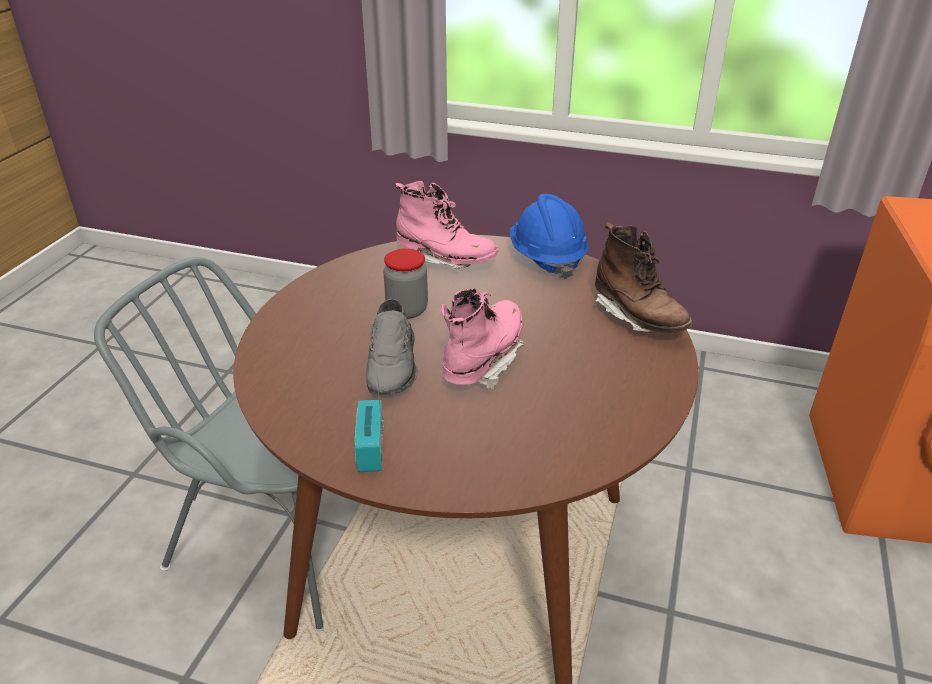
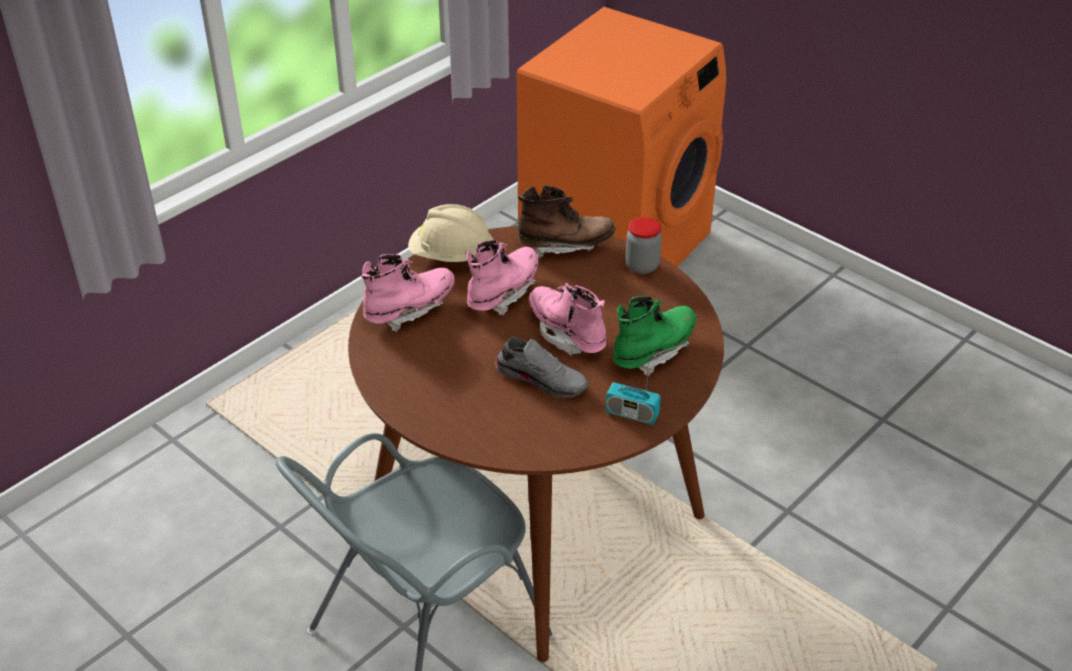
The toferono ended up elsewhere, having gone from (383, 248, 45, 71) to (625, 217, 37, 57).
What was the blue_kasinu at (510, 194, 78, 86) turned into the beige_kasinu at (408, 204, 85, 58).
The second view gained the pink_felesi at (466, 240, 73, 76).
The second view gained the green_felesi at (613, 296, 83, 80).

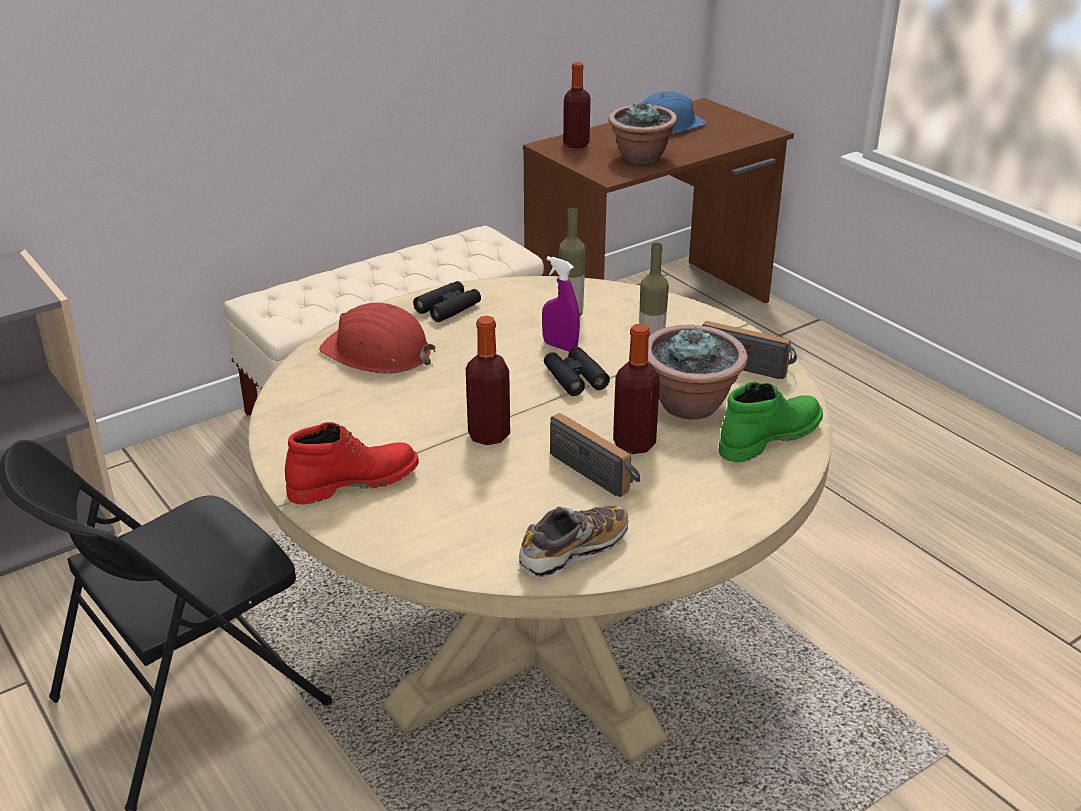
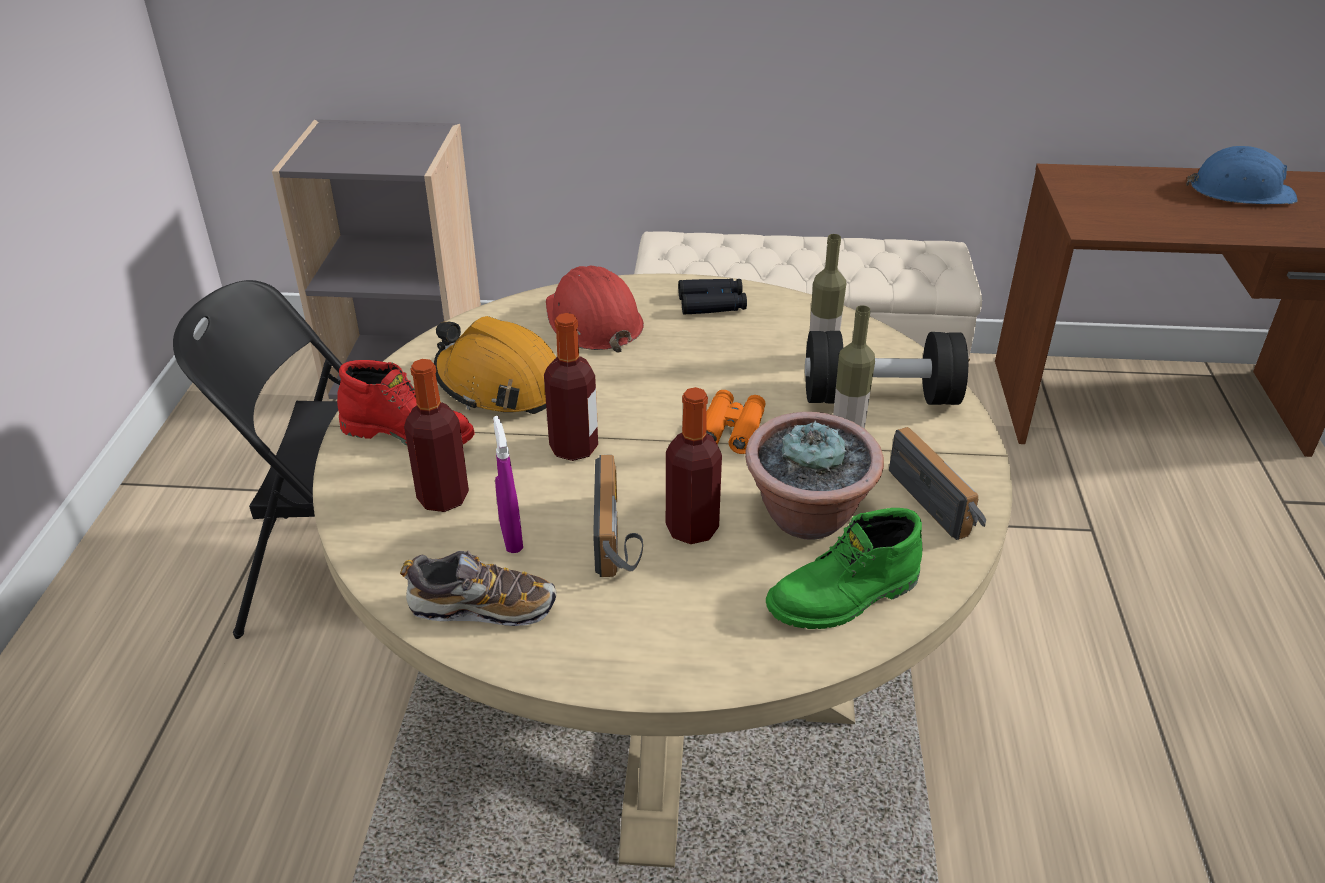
The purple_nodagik ended up elsewhere, having gone from (542, 256, 38, 96) to (493, 416, 30, 137).
What was the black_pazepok at (544, 347, 66, 49) turned into the orange_pazepok at (706, 390, 60, 64).
The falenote ended up elsewhere, having gone from (563, 62, 28, 87) to (404, 359, 65, 153).
The second view lost the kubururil at (608, 102, 70, 62).
The green_felesi at (719, 382, 104, 80) ended up facing another way, 150 degrees clockwise from before.
The second view gained the orange_kasinu at (434, 316, 122, 98).
The second view gained the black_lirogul at (805, 331, 163, 74).

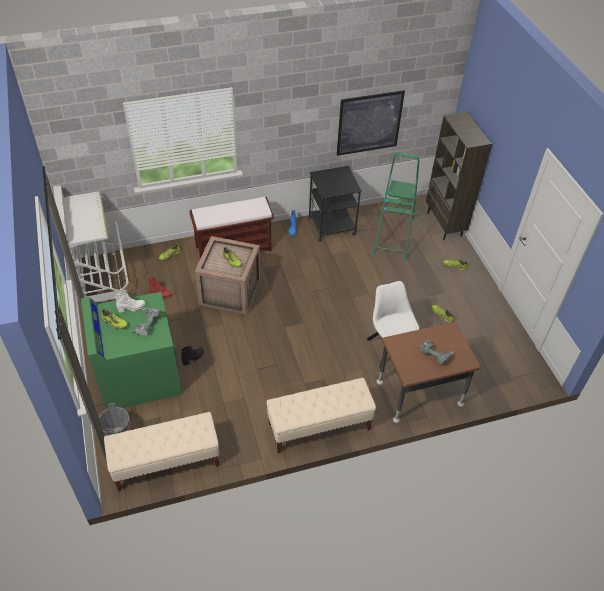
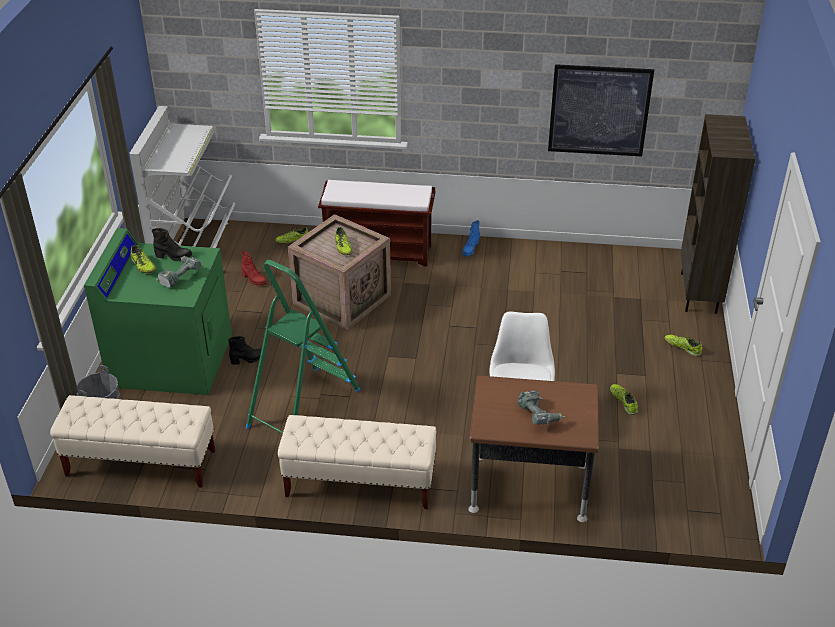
What was the white_felesi at (115, 292, 31, 21) turned into the black_felesi at (152, 228, 40, 33).
The second view lost the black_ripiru at (309, 166, 53, 75).
The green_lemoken ended up elsewhere, having gone from (372, 153, 48, 108) to (246, 260, 114, 174).

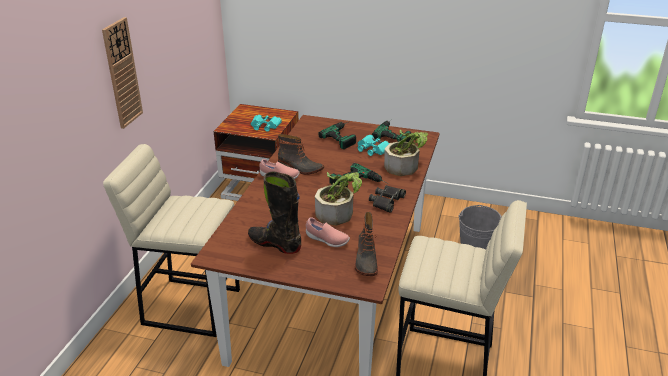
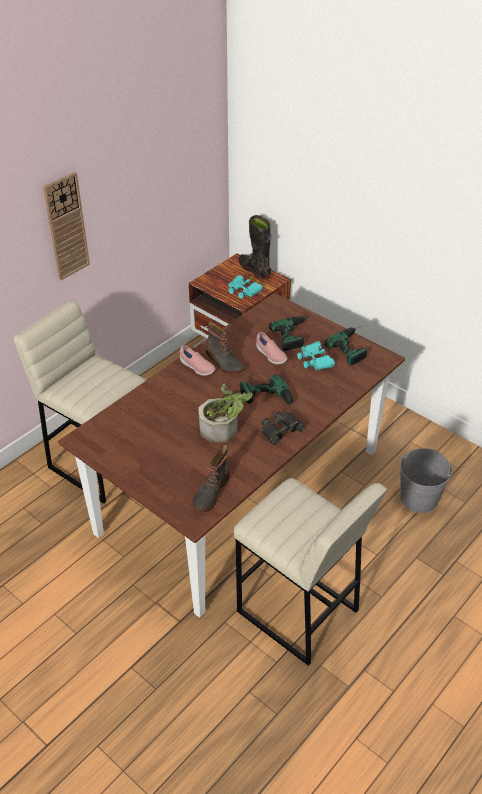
The black_felesi ended up elsewhere, having gone from (248, 171, 53, 83) to (239, 215, 32, 65).
The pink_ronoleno ended up elsewhere, having gone from (306, 217, 44, 30) to (256, 332, 32, 32).
The second view lost the kubururil at (384, 130, 44, 46).

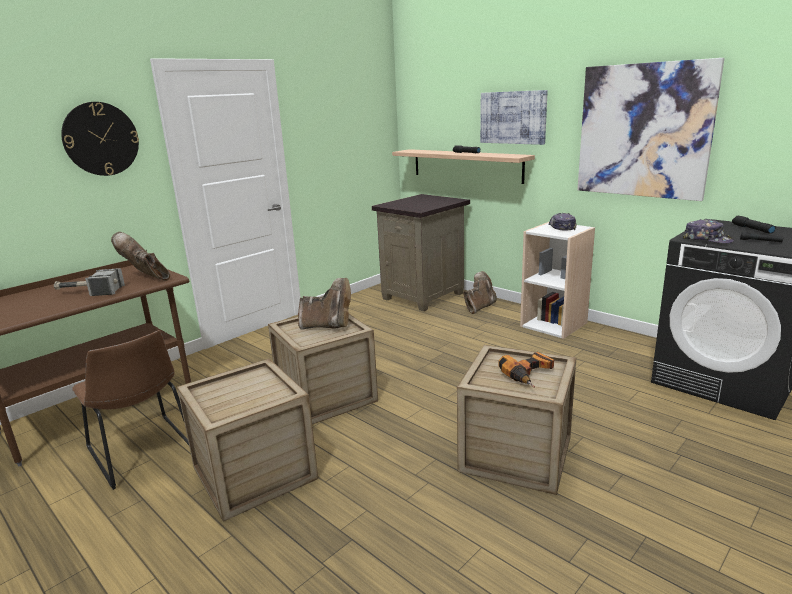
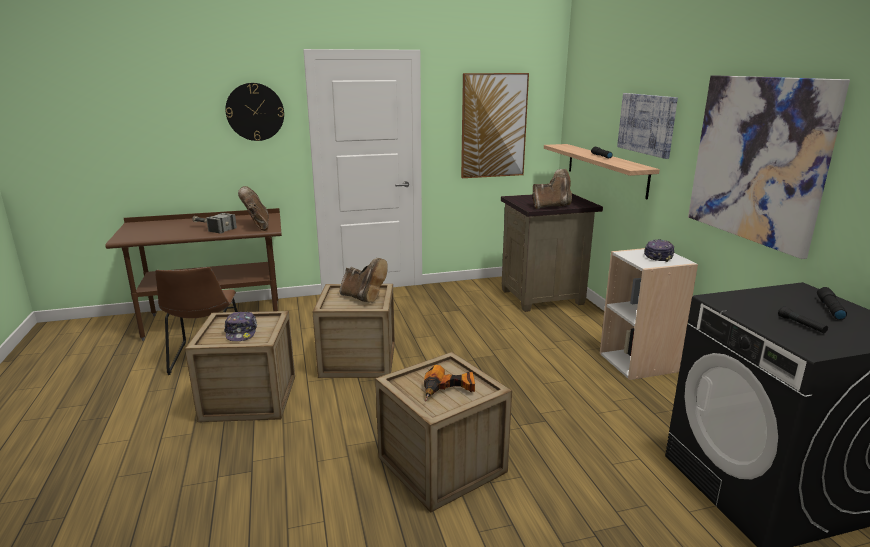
The brown_felesi ended up elsewhere, having gone from (463, 271, 34, 43) to (533, 169, 39, 40).
The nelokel ended up elsewhere, having gone from (683, 219, 51, 25) to (224, 312, 33, 29).
The second view gained the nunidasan at (461, 73, 68, 105).

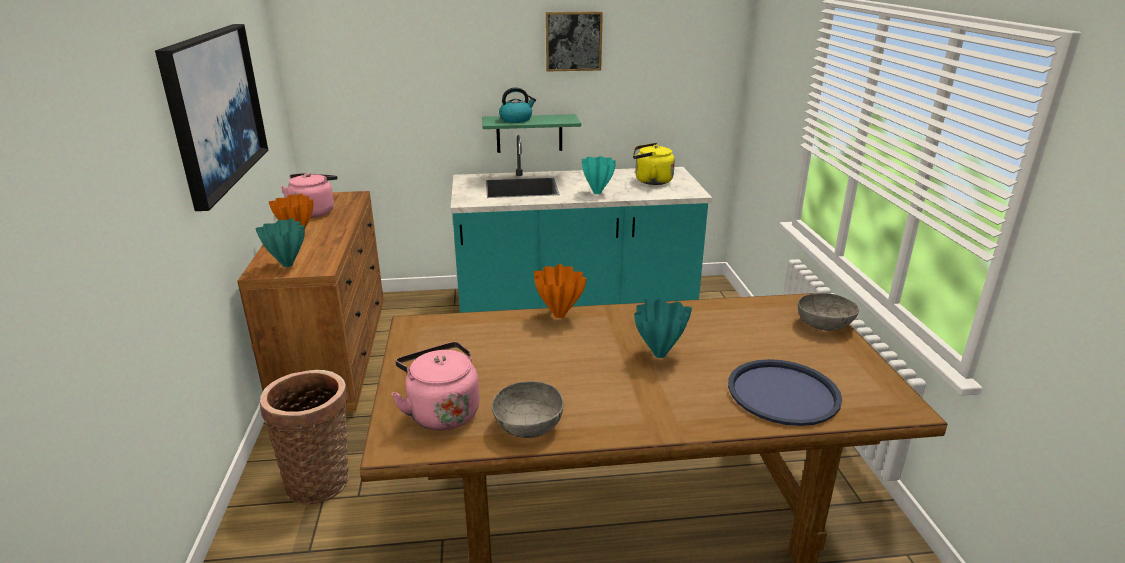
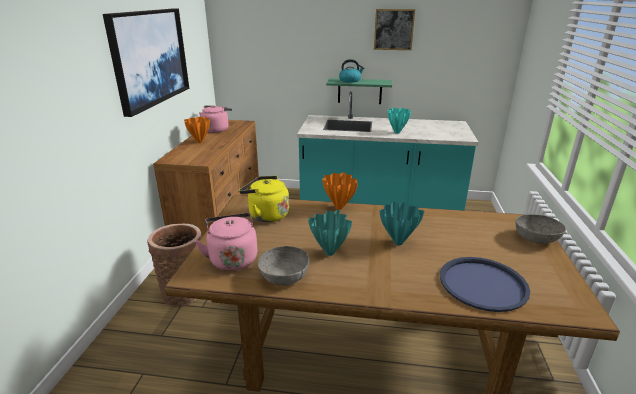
The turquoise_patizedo ended up elsewhere, having gone from (255, 218, 50, 49) to (308, 210, 44, 46).
The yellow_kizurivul ended up elsewhere, having gone from (633, 143, 42, 42) to (239, 176, 50, 46).

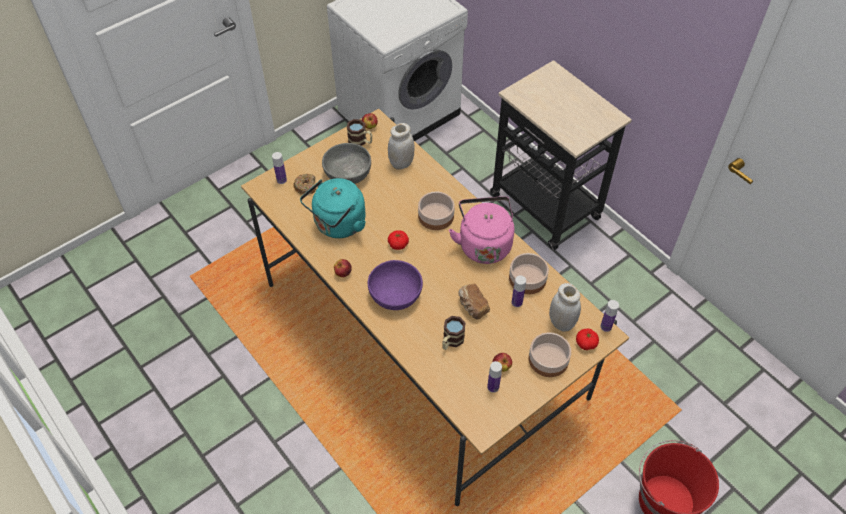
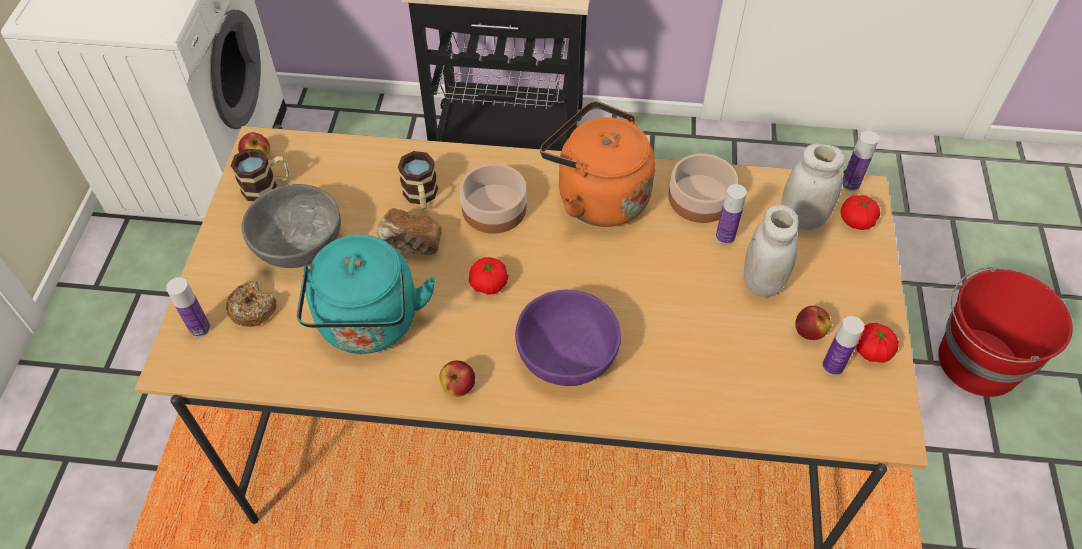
The white_toferono ended up elsewhere, having gone from (388, 123, 26, 47) to (744, 205, 55, 92).
The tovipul ended up elsewhere, having gone from (442, 316, 24, 34) to (398, 151, 40, 58).
What was the pink_kizurivul at (449, 196, 65, 68) turned into the orange_kizurivul at (540, 101, 115, 126).
The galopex ended up elsewhere, having gone from (458, 284, 32, 35) to (377, 208, 65, 47).
The second view lost the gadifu at (529, 332, 42, 45).
The second view gained the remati at (856, 323, 43, 40).

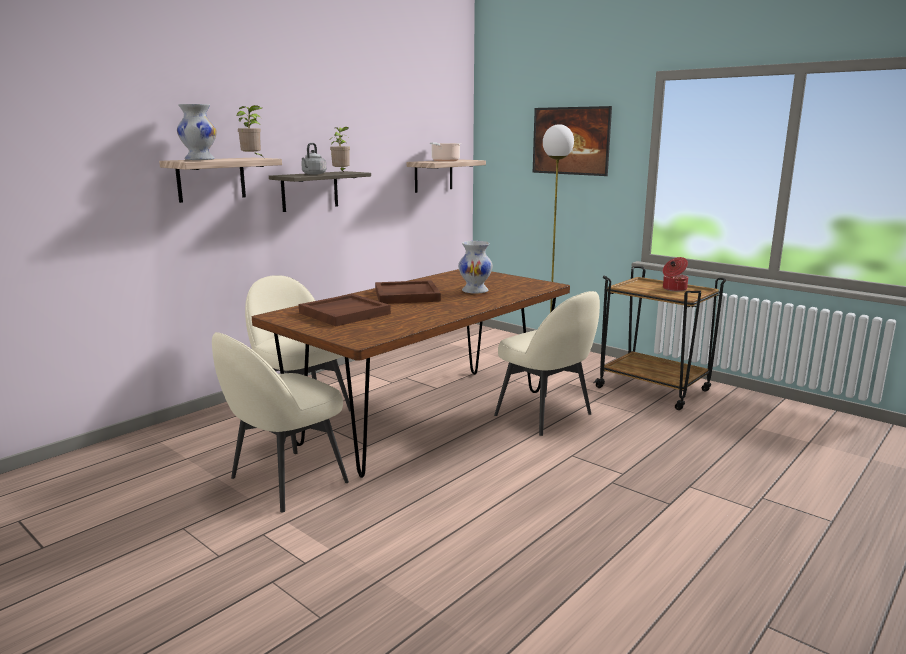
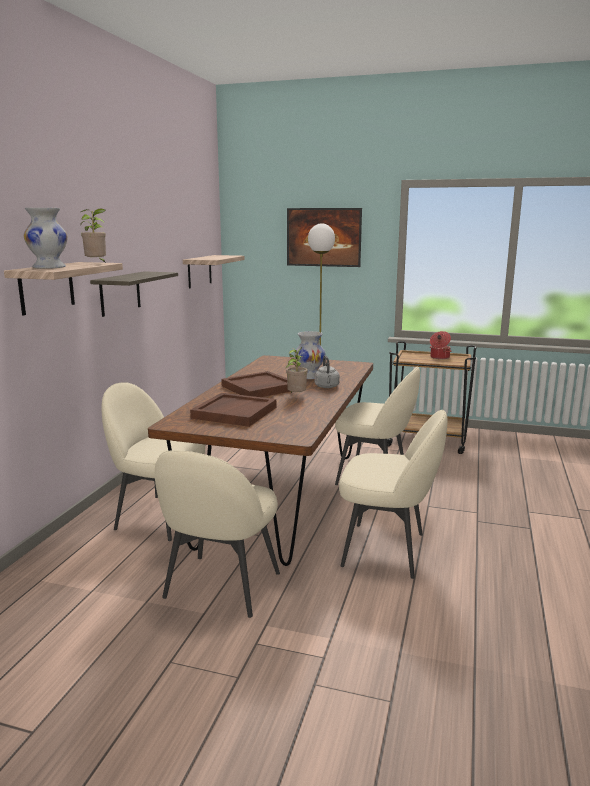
The grey_kizurivul ended up elsewhere, having gone from (301, 143, 25, 32) to (315, 356, 25, 32).
The kubururil ended up elsewhere, having gone from (329, 127, 21, 45) to (286, 347, 22, 46).
The second view lost the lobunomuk at (430, 142, 31, 19).
The second view gained the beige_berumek at (339, 410, 109, 169).

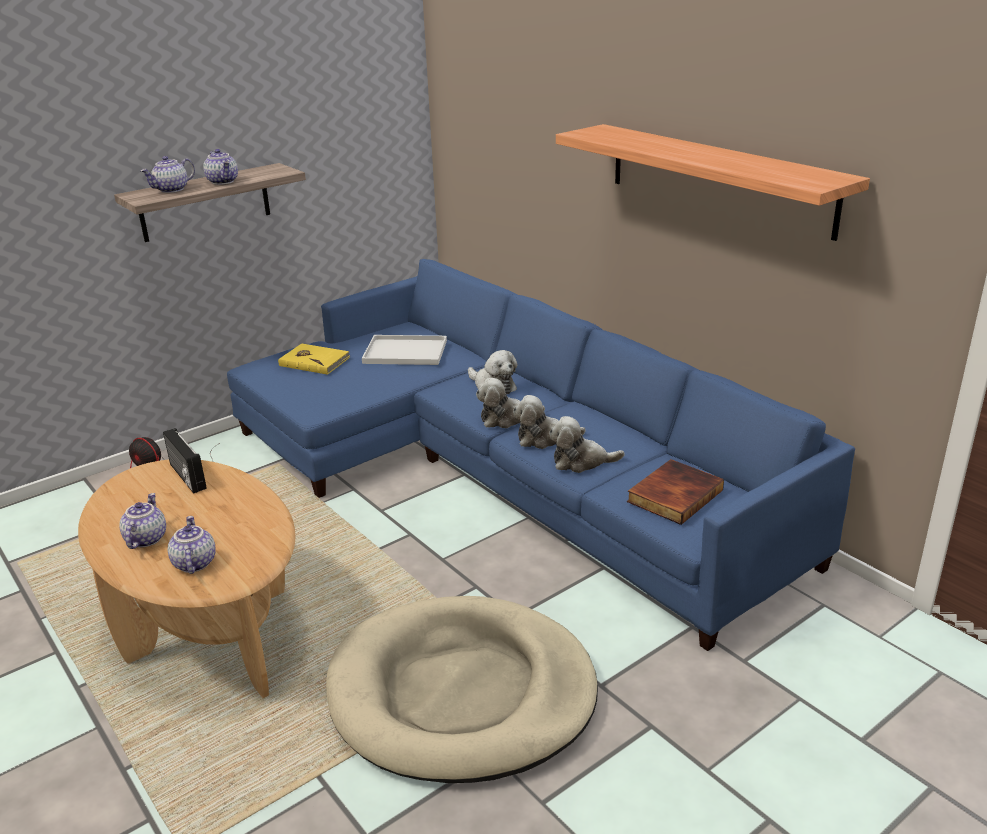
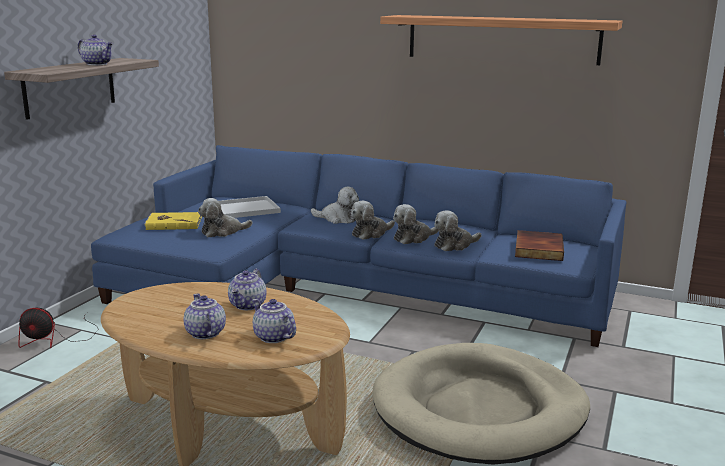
The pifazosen ended up elsewhere, having gone from (141, 156, 54, 37) to (228, 269, 38, 41).
The second view lost the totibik at (163, 428, 44, 66).
The second view gained the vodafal at (198, 198, 54, 39).

